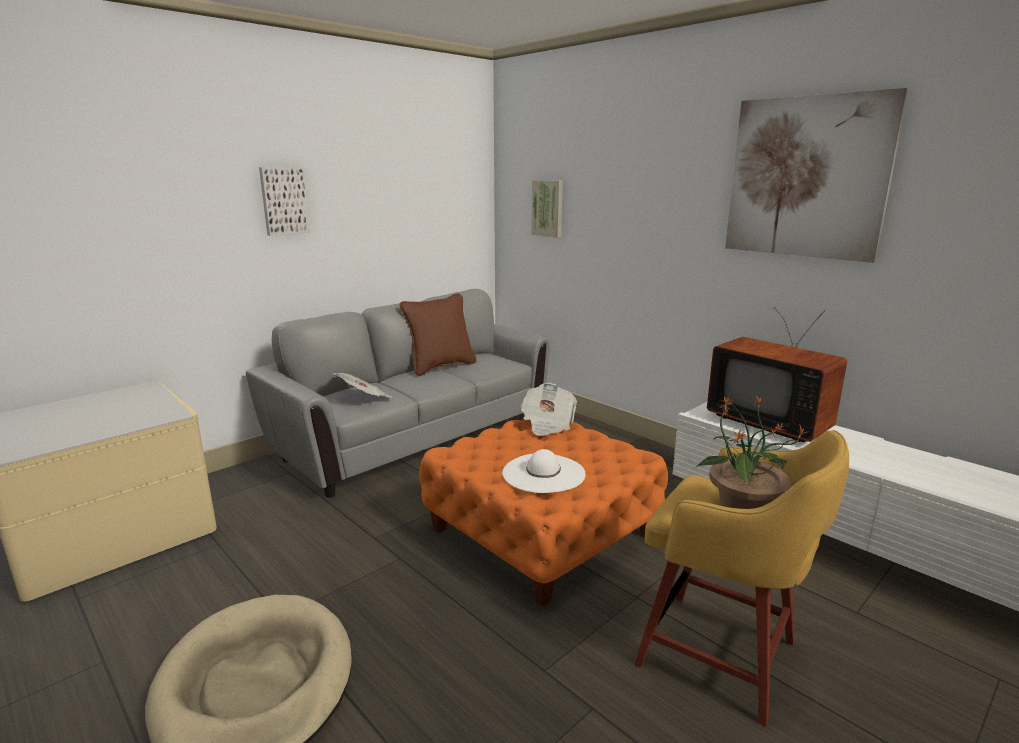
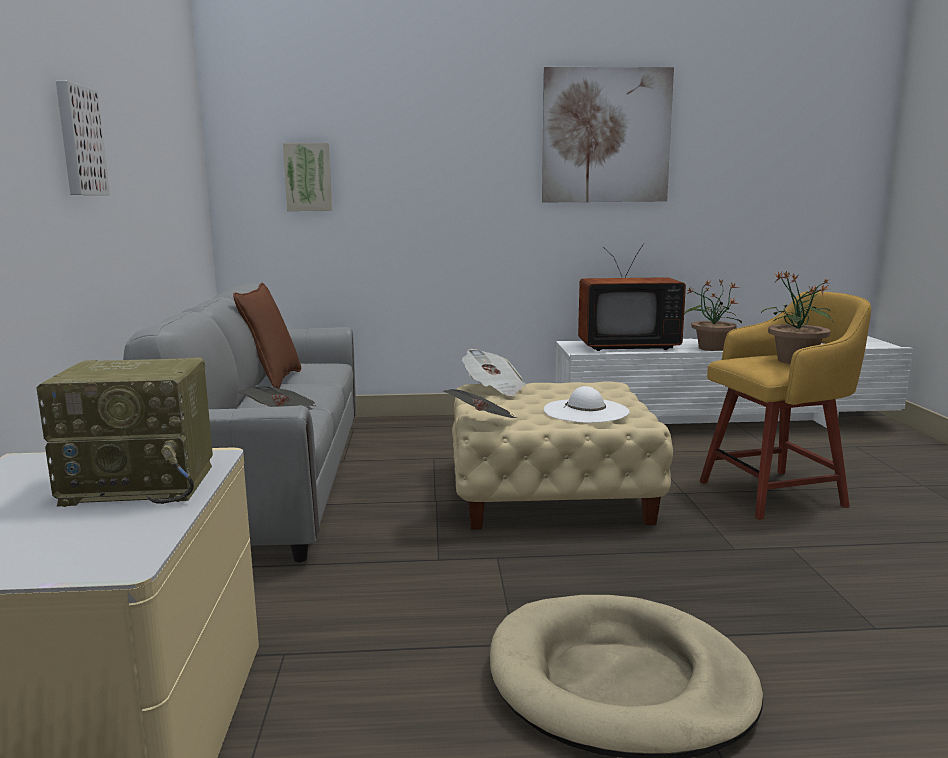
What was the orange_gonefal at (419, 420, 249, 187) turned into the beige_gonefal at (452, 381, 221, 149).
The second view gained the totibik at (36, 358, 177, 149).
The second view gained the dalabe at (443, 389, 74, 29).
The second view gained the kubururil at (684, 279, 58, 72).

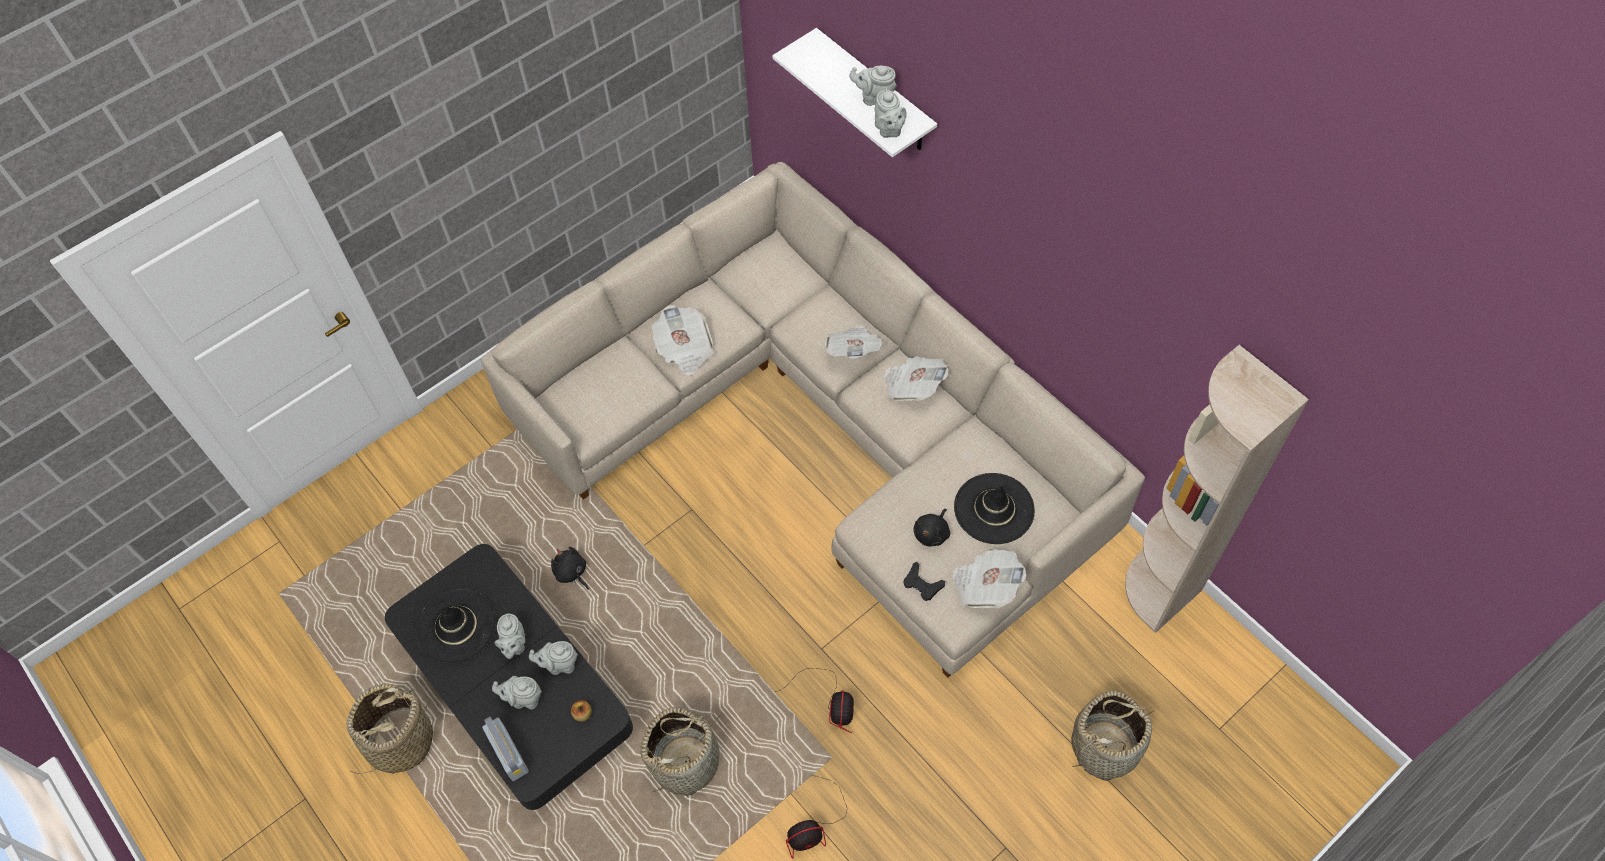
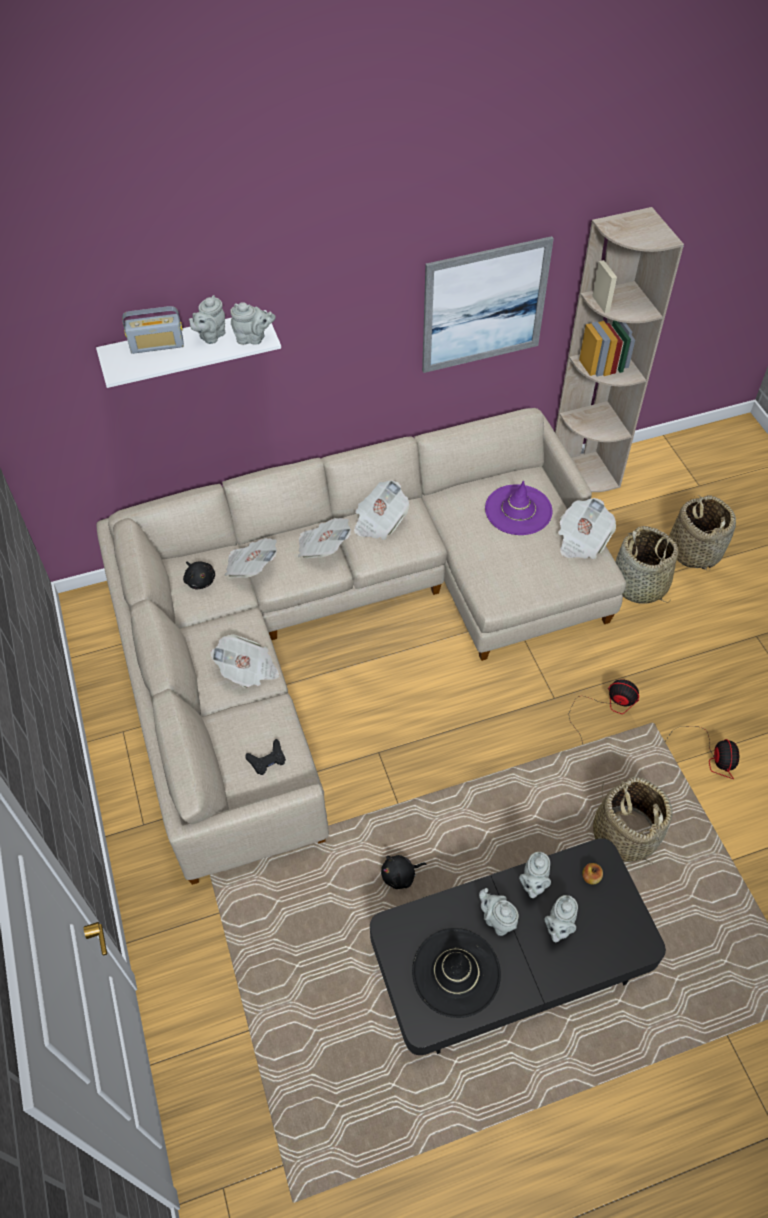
The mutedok ended up elsewhere, having gone from (347, 684, 86, 90) to (616, 526, 62, 78).
The totibik ended up elsewhere, having gone from (482, 716, 47, 65) to (122, 306, 62, 48).
The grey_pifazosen at (495, 614, 30, 45) ended up facing another way, 150 degrees counterclockwise from before.
The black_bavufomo ended up elsewhere, having gone from (903, 562, 42, 39) to (245, 739, 41, 36).
The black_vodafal ended up elsewhere, having gone from (913, 509, 37, 38) to (183, 561, 32, 29).
What was the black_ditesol at (954, 473, 81, 71) turned into the purple_ditesol at (485, 481, 67, 54).
The second view gained the dalabe at (224, 538, 53, 40).
The second view gained the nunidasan at (422, 236, 132, 137).

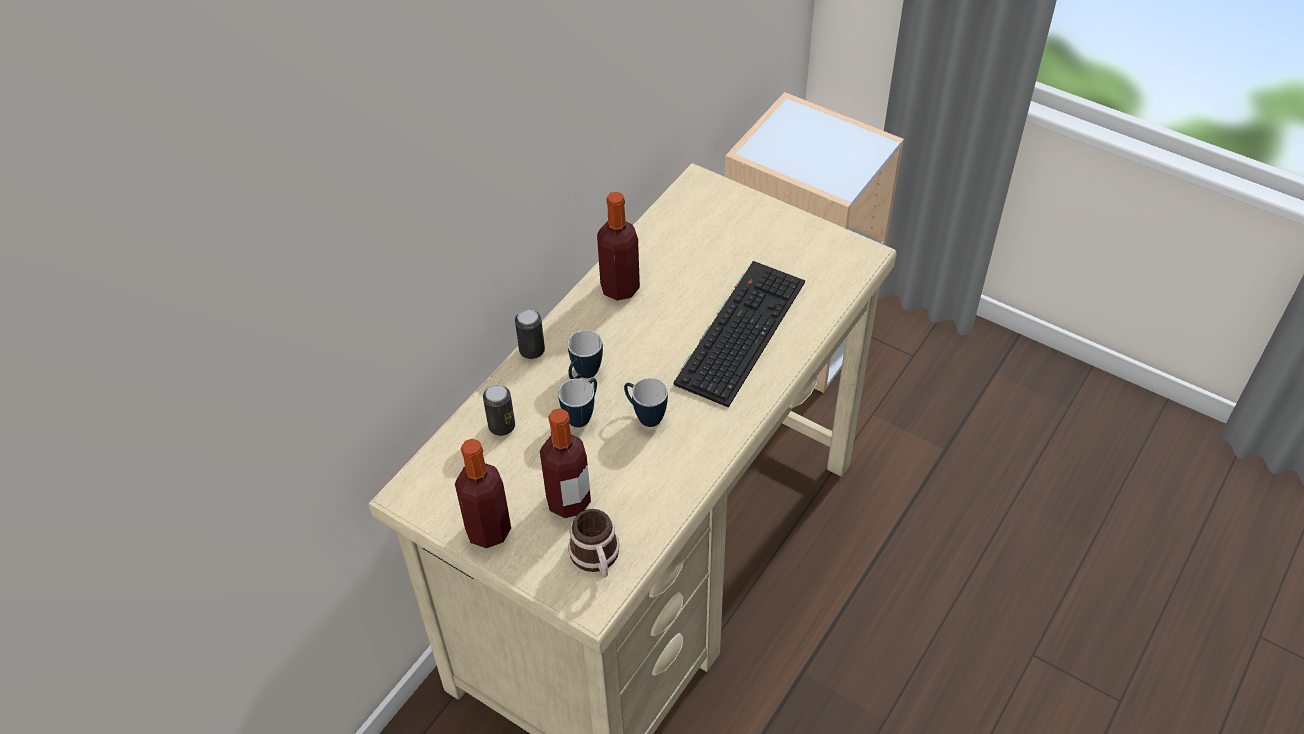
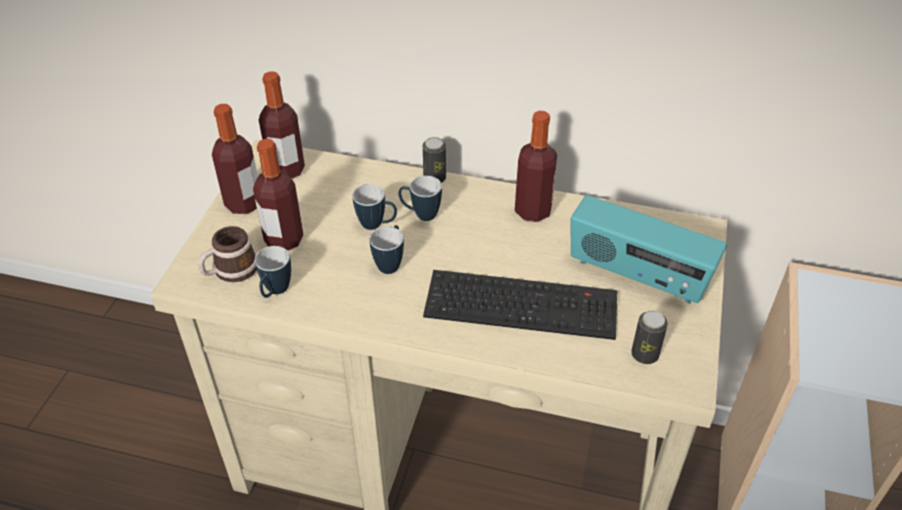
The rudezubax ended up elsewhere, having gone from (483, 385, 32, 51) to (631, 311, 37, 53).
The second view gained the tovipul at (255, 246, 36, 52).
The second view gained the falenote at (259, 71, 46, 108).
The second view gained the totibik at (571, 195, 156, 109).

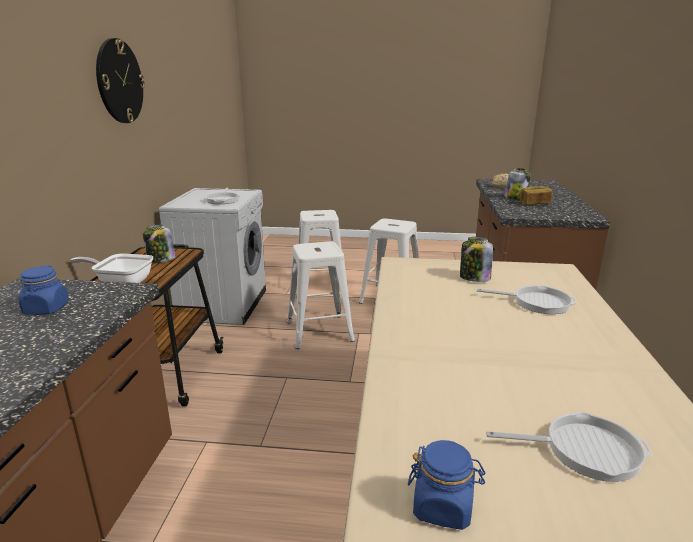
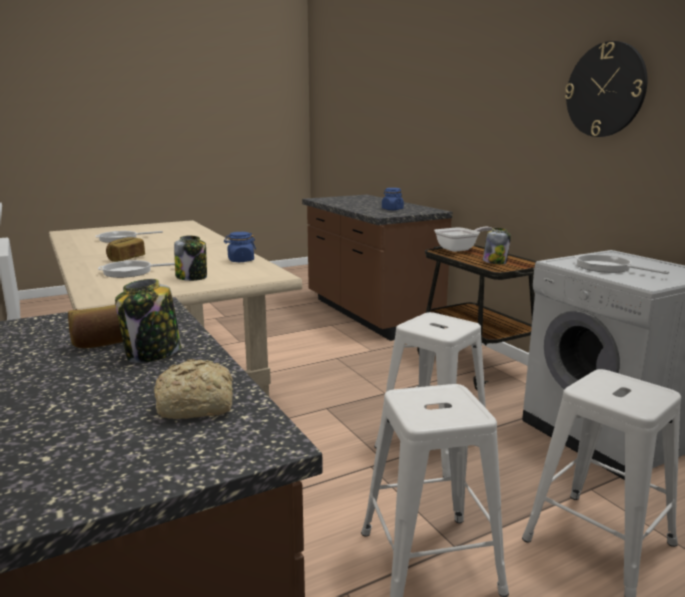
The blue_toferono ended up elsewhere, having gone from (408, 440, 77, 90) to (224, 232, 32, 30).
The second view gained the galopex at (106, 237, 39, 25).

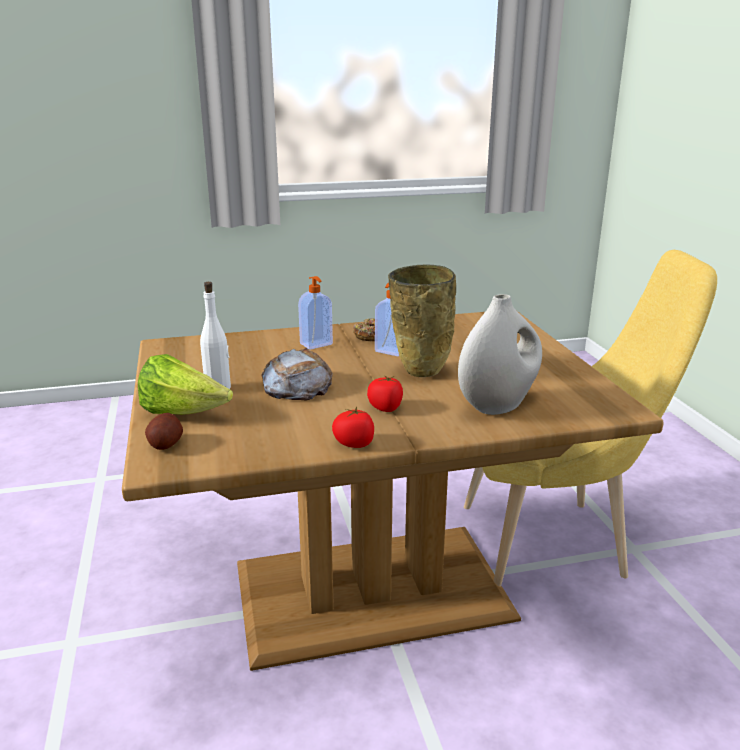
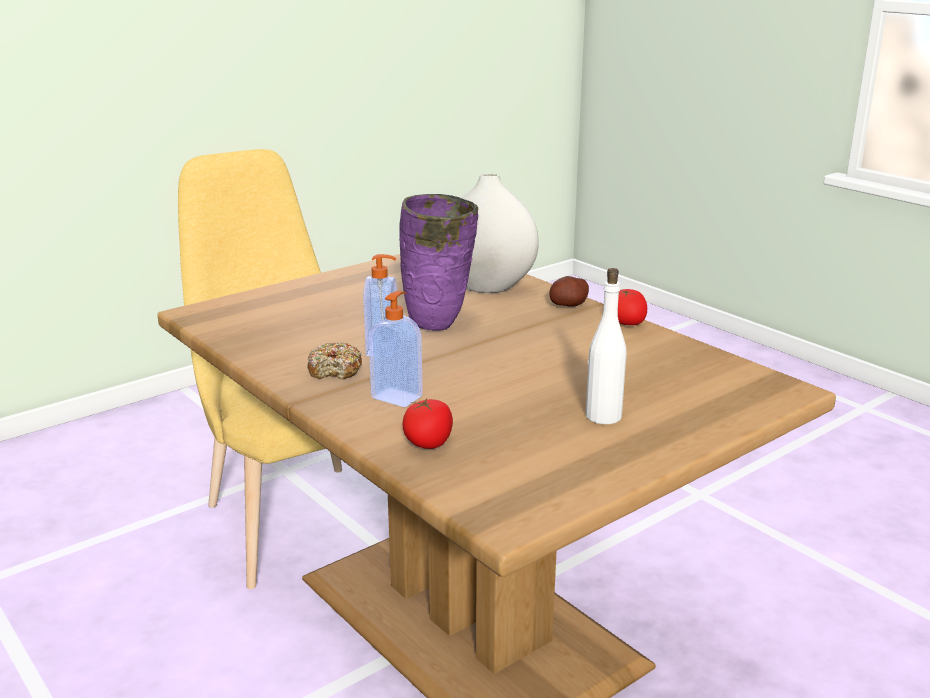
The second view lost the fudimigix at (138, 354, 95, 61).
The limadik ended up elsewhere, having gone from (145, 413, 38, 37) to (549, 276, 40, 31).
The second view lost the galopex at (261, 348, 72, 53).
The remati ended up elsewhere, having gone from (367, 375, 36, 37) to (402, 398, 51, 51).
What was the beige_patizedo at (388, 264, 68, 113) turned into the purple_patizedo at (399, 194, 79, 137).

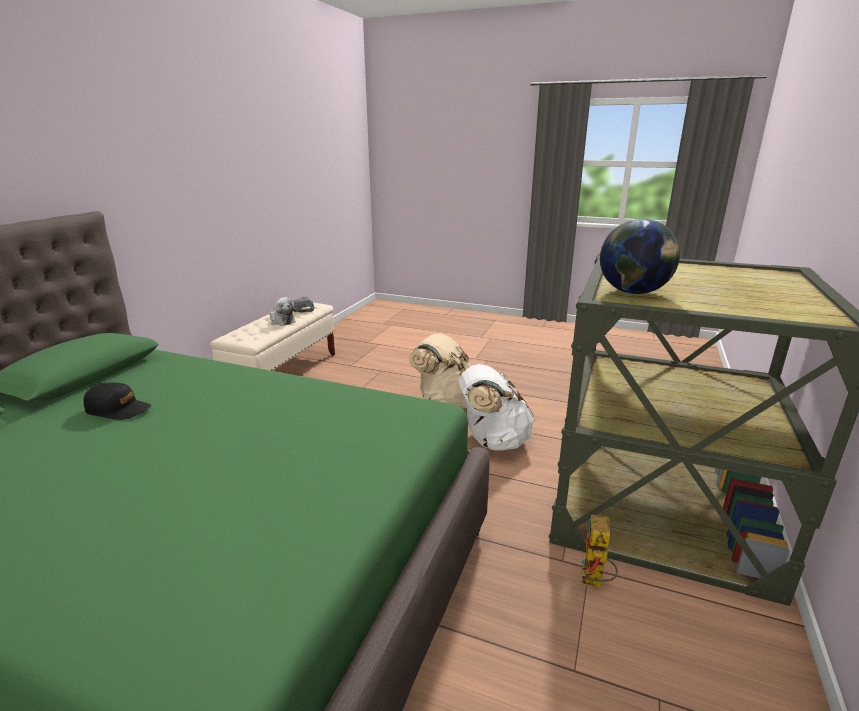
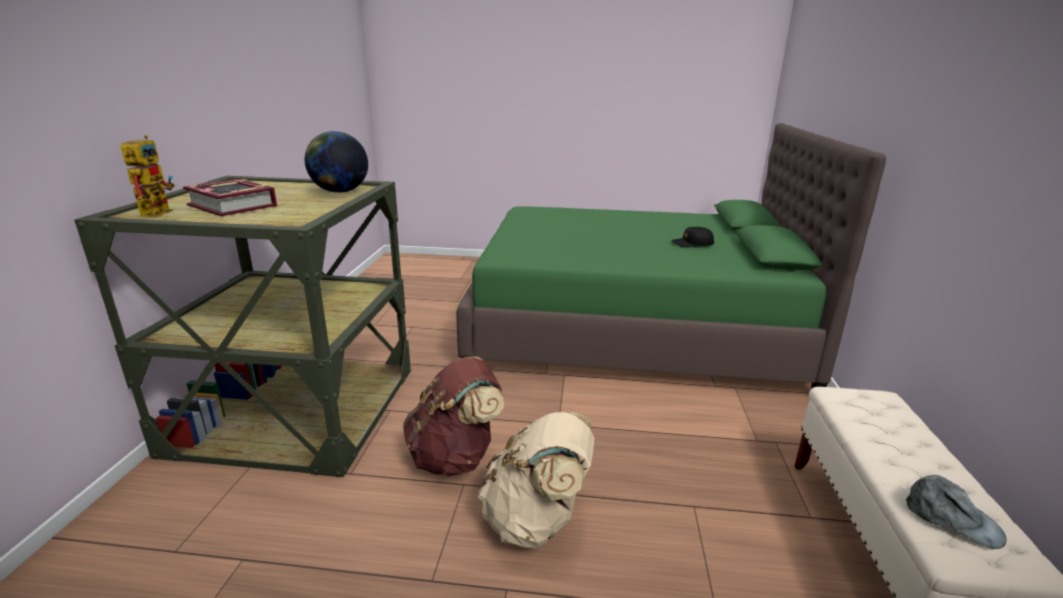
The second view lost the vodafal at (269, 297, 27, 29).
What was the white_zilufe at (459, 364, 76, 87) turned into the brown_zilufe at (403, 357, 101, 120).
The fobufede ended up elsewhere, having gone from (581, 515, 37, 72) to (121, 135, 54, 82).
The second view gained the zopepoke at (183, 179, 94, 37).

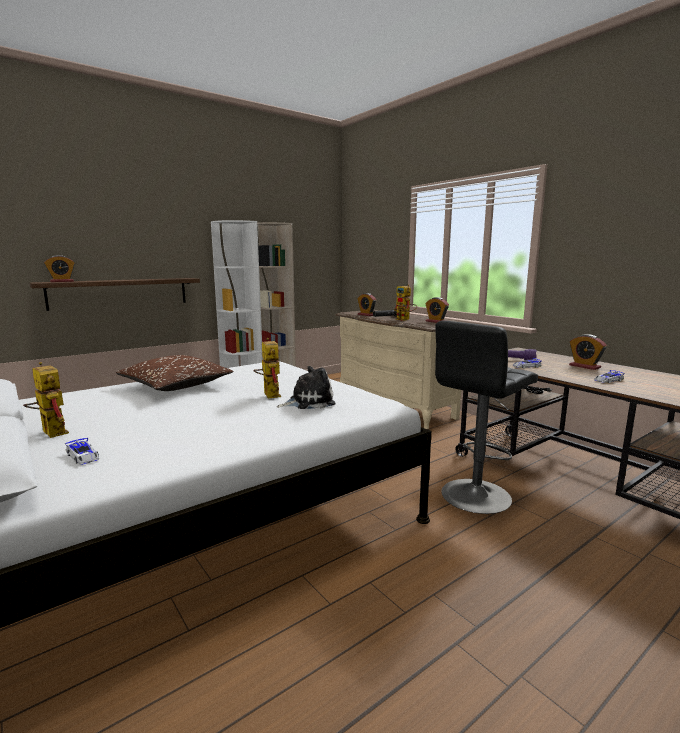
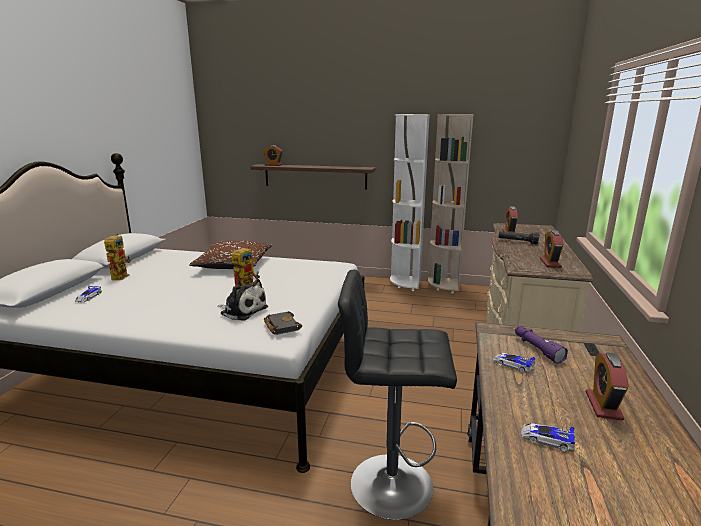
The second view lost the fobufede at (394, 285, 23, 36).
The second view gained the black_zopepoke at (264, 311, 38, 24).

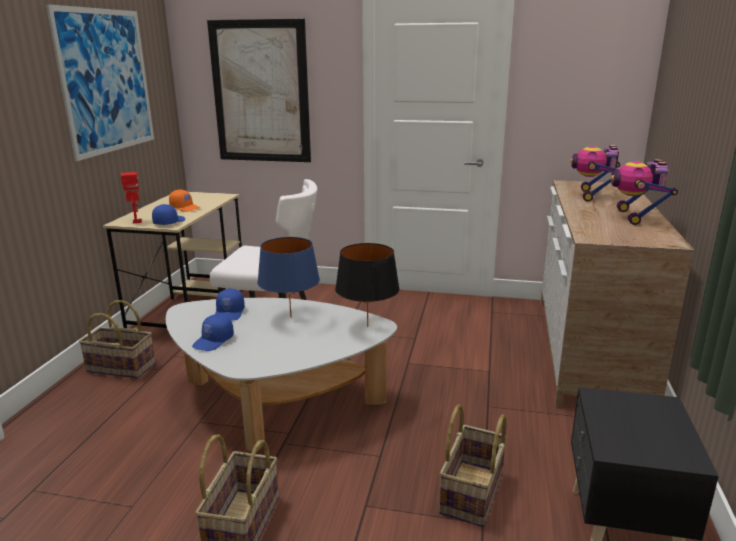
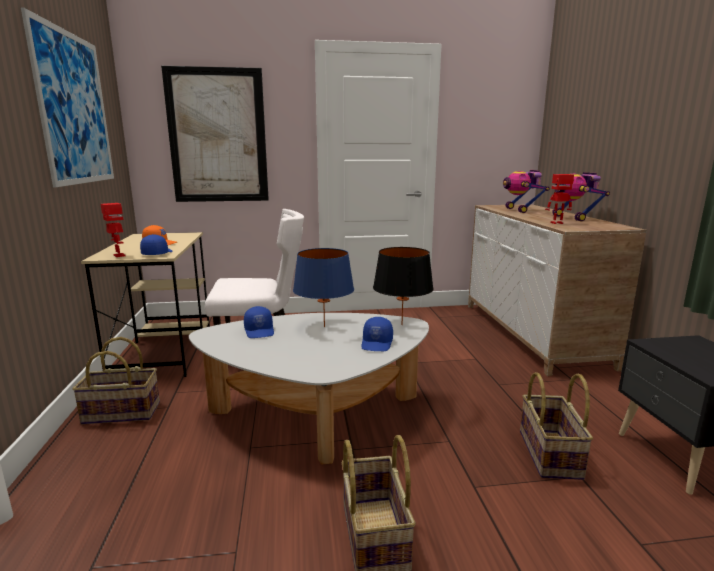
The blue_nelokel ended up elsewhere, having gone from (192, 314, 42, 37) to (361, 317, 32, 34).
The second view gained the fobufede at (545, 174, 29, 50).

